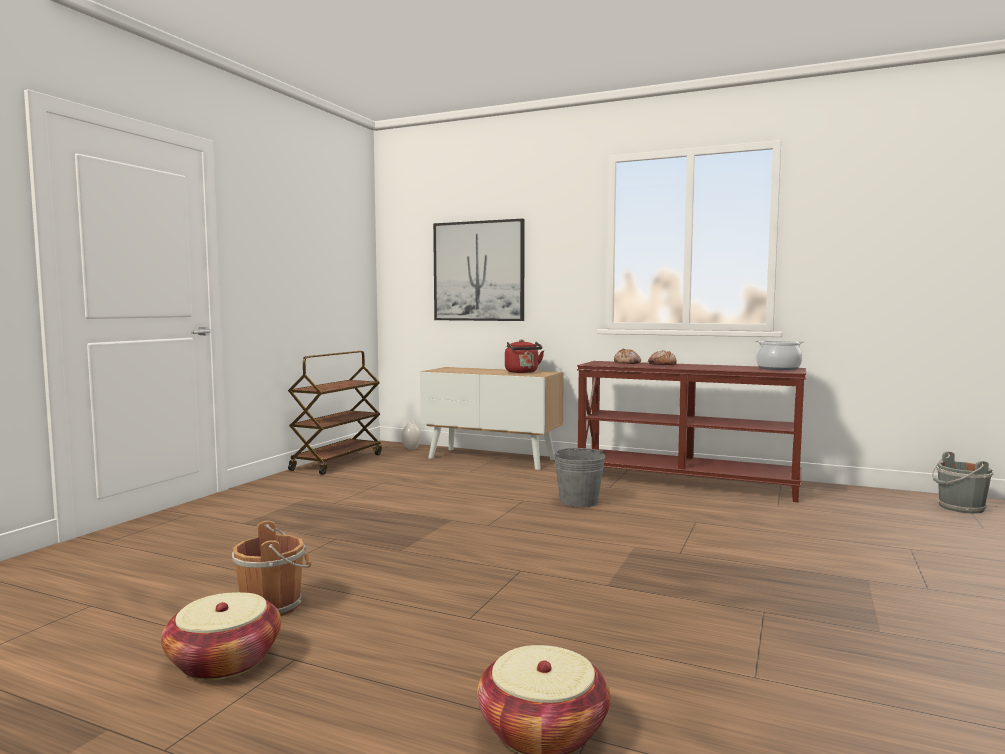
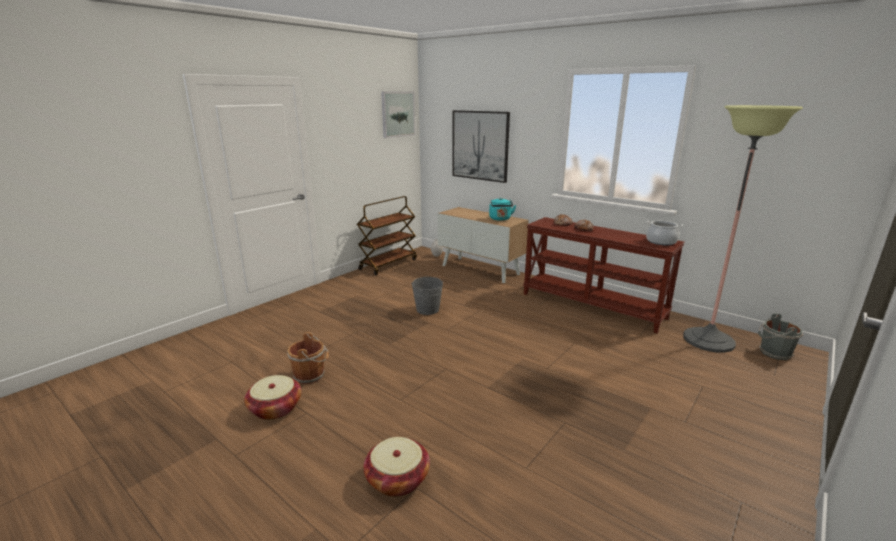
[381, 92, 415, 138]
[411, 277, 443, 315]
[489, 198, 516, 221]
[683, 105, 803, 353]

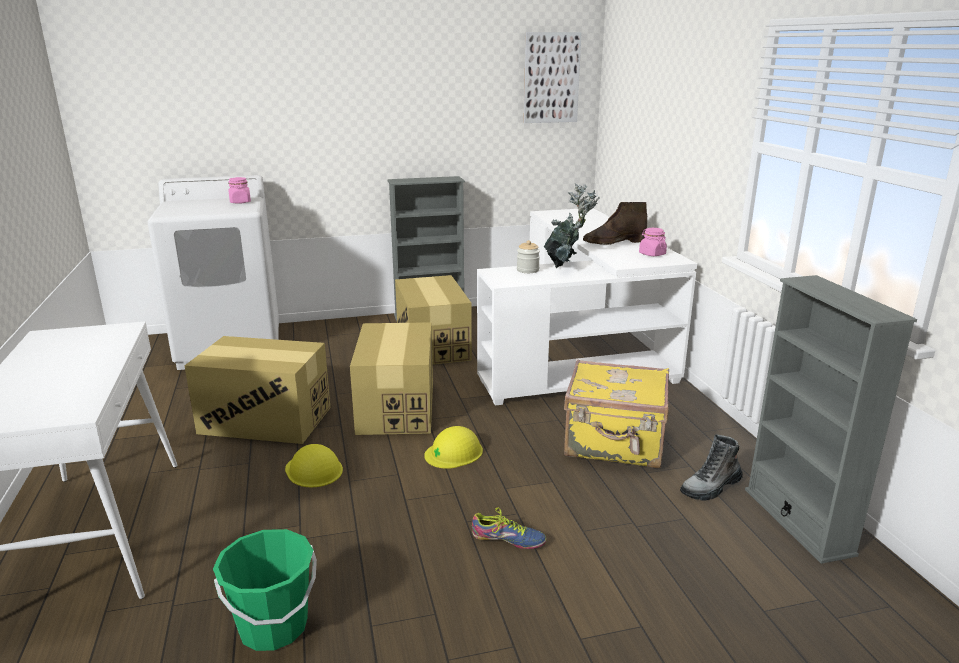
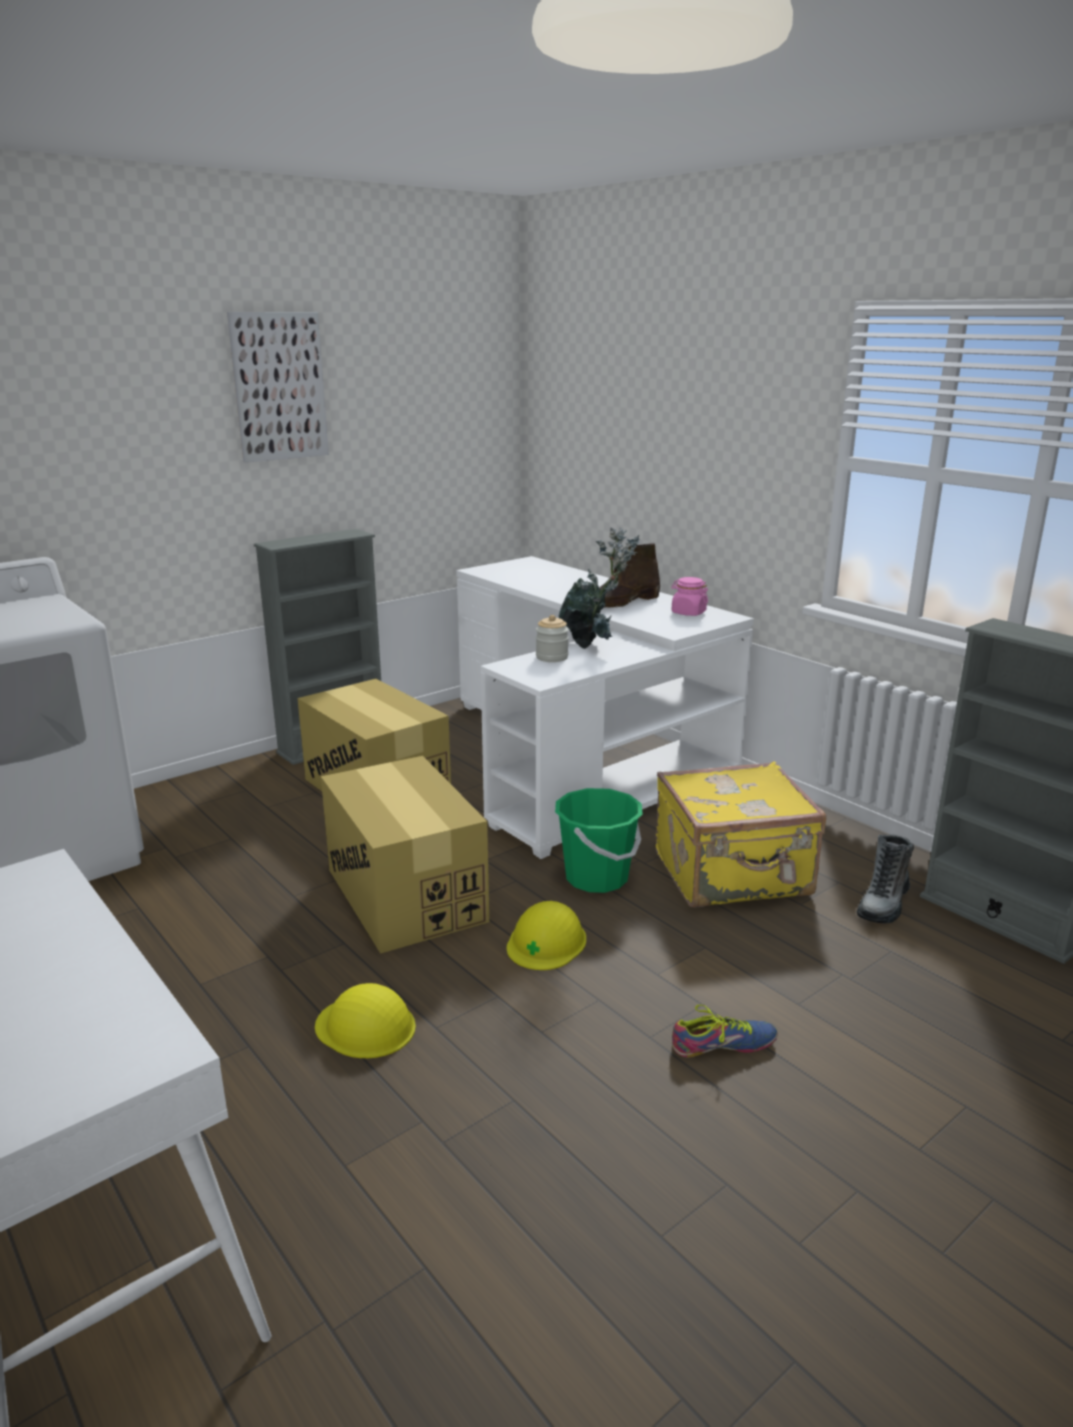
[227, 312, 329, 463]
[555, 788, 643, 893]
[184, 336, 330, 444] (first image)
[228, 177, 251, 204] (first image)

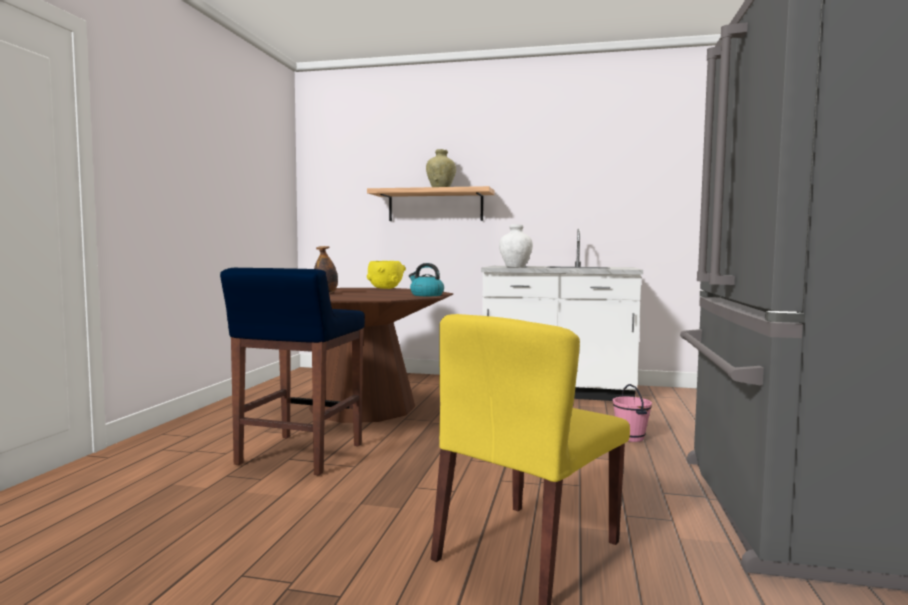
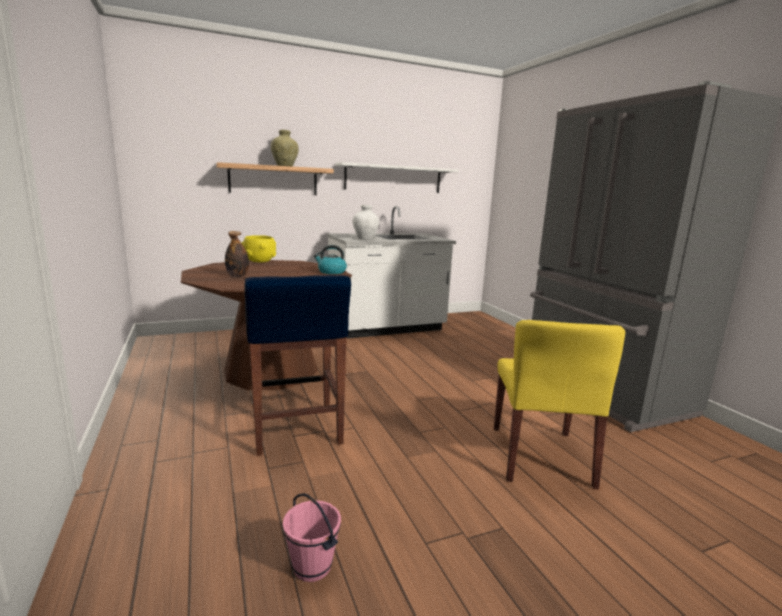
[283, 493, 341, 582]
[335, 162, 459, 193]

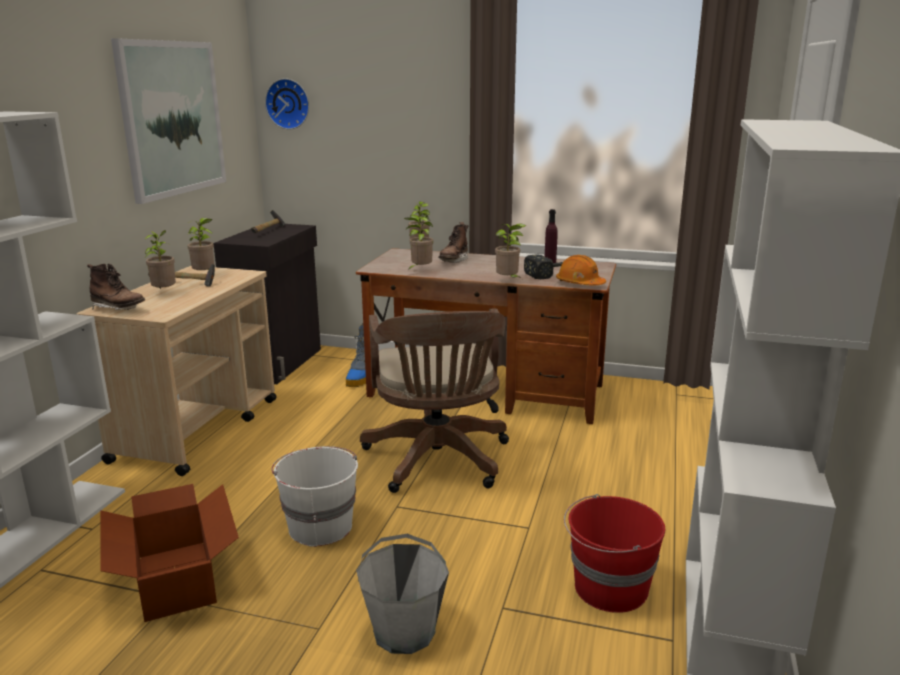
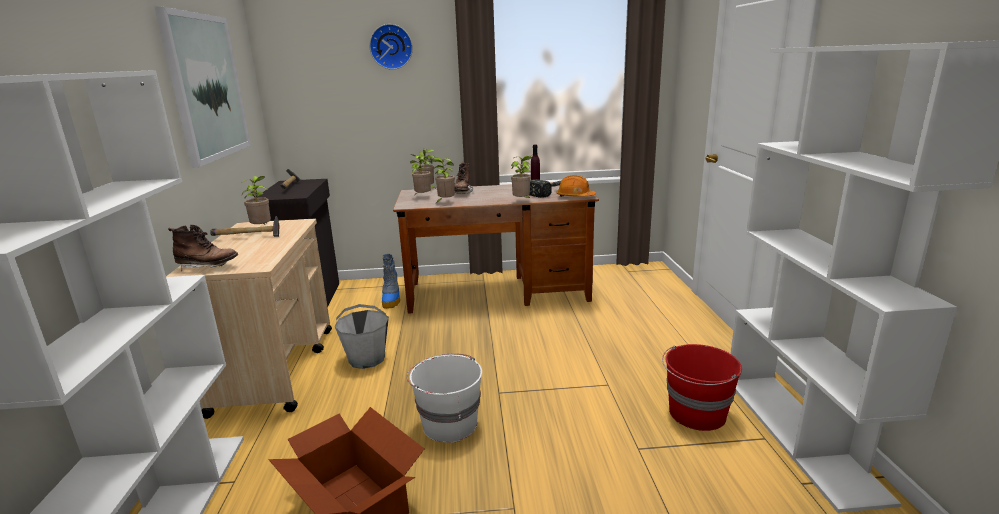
[335, 304, 389, 369]
[369, 24, 413, 70]
[410, 153, 431, 193]
[360, 308, 509, 493] (first image)

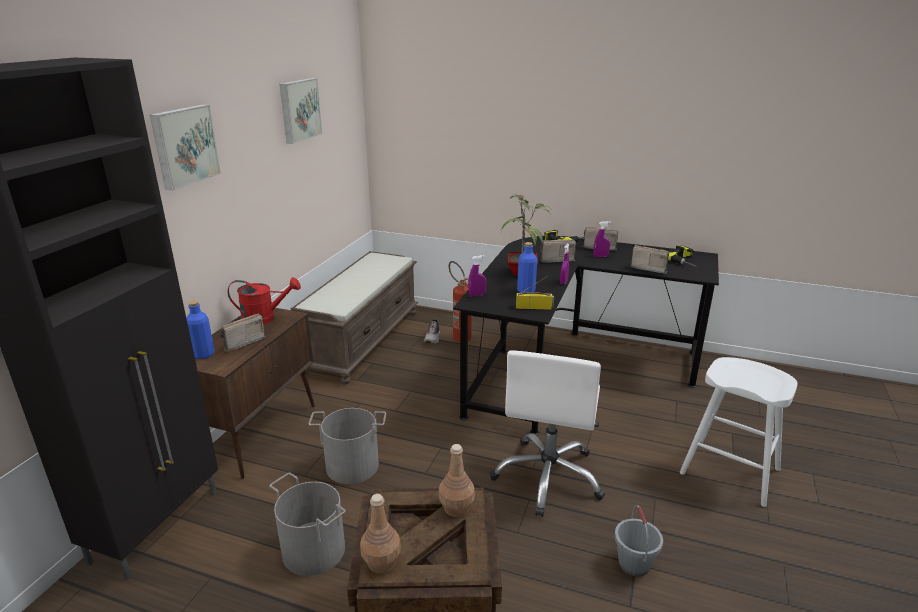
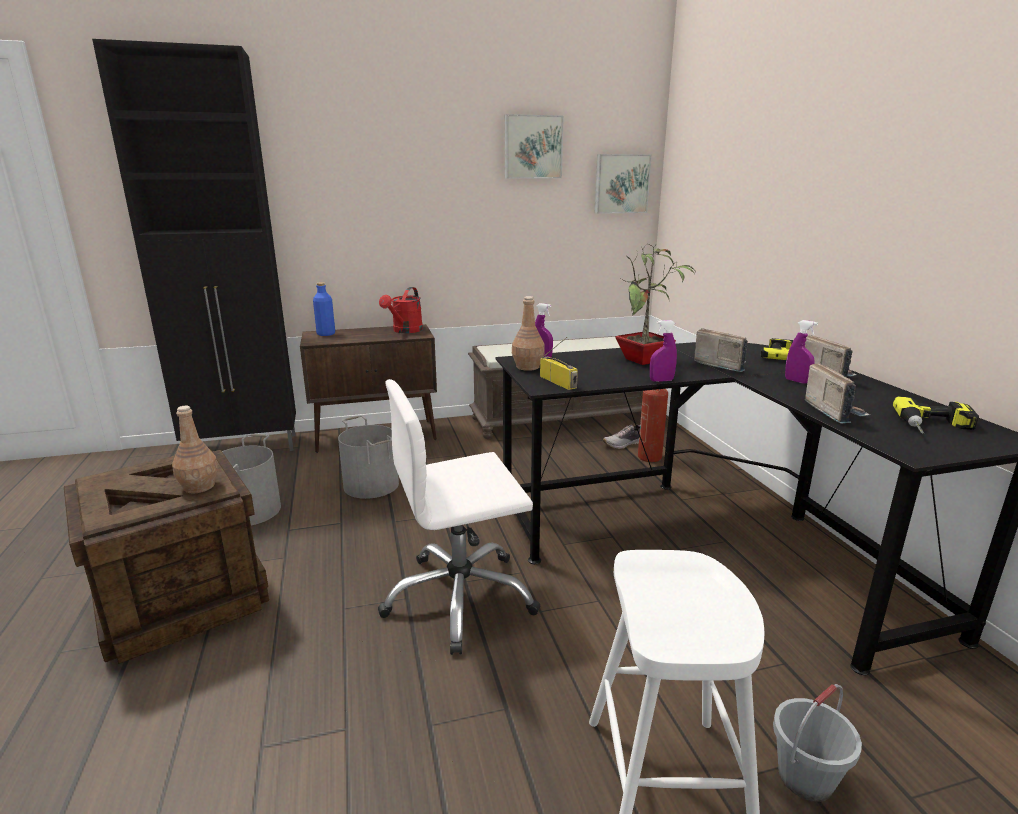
[379, 287, 423, 333]
[512, 296, 545, 371]
[594, 154, 652, 214]
[773, 684, 862, 802]
[220, 314, 265, 352] (first image)
[517, 242, 537, 293] (first image)

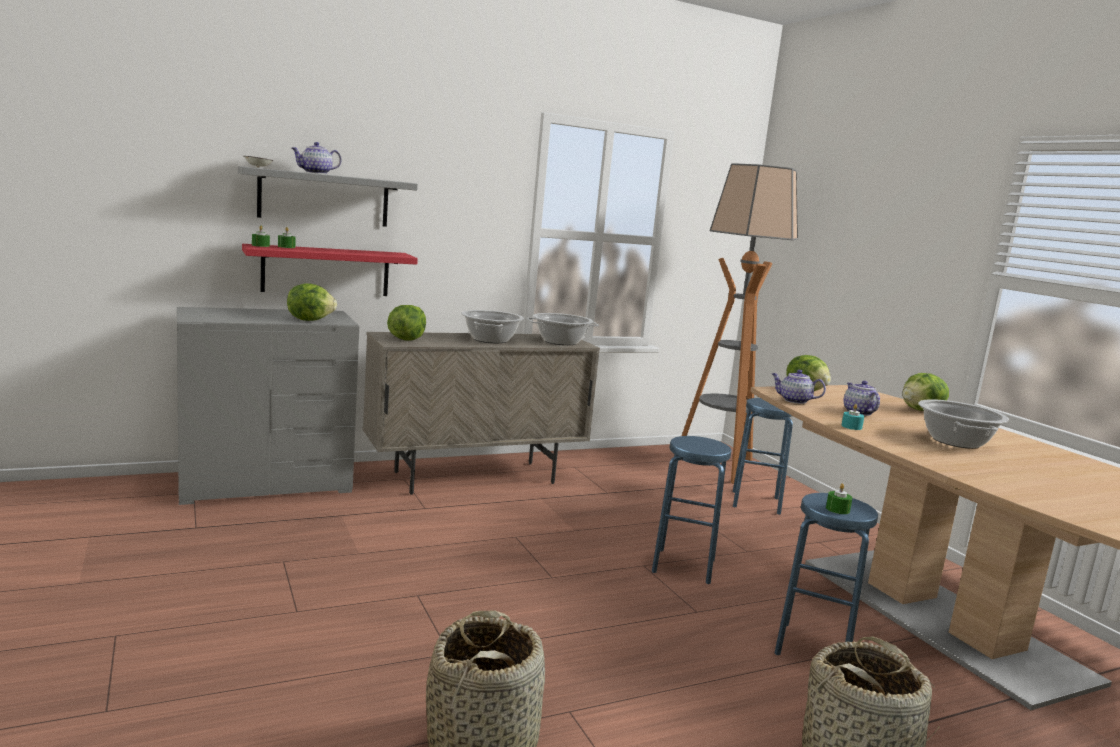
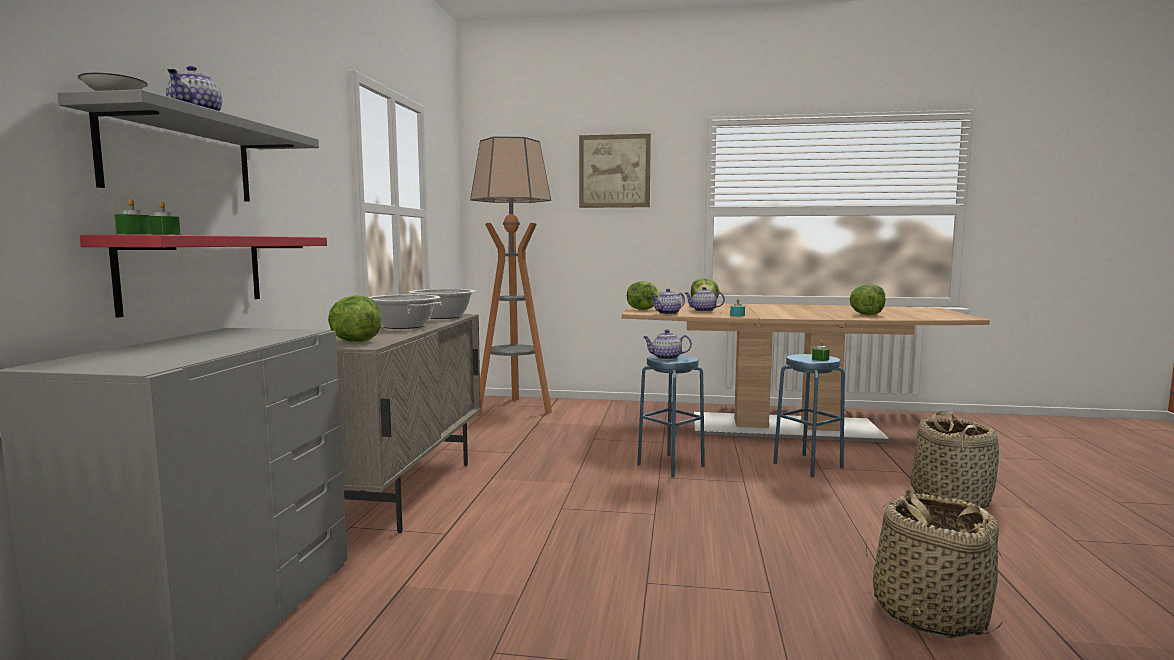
[579, 134, 651, 208]
[643, 329, 692, 360]
[850, 284, 885, 315]
[733, 398, 793, 515] (first image)
[918, 399, 1009, 449] (first image)

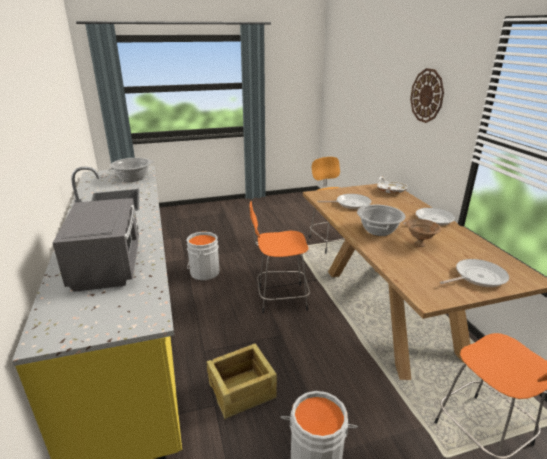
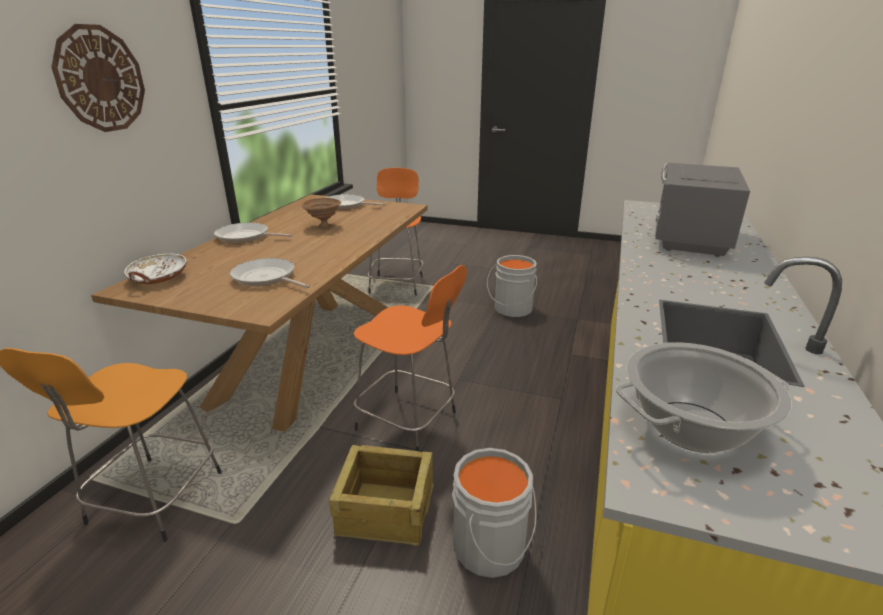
[329, 445, 434, 546]
[357, 205, 405, 236] (first image)

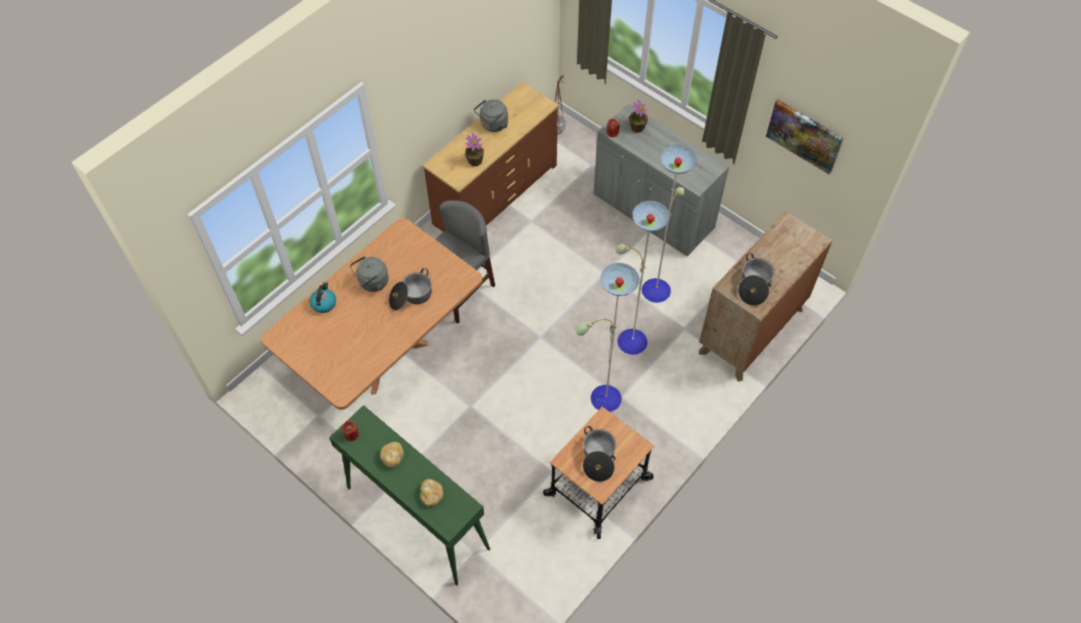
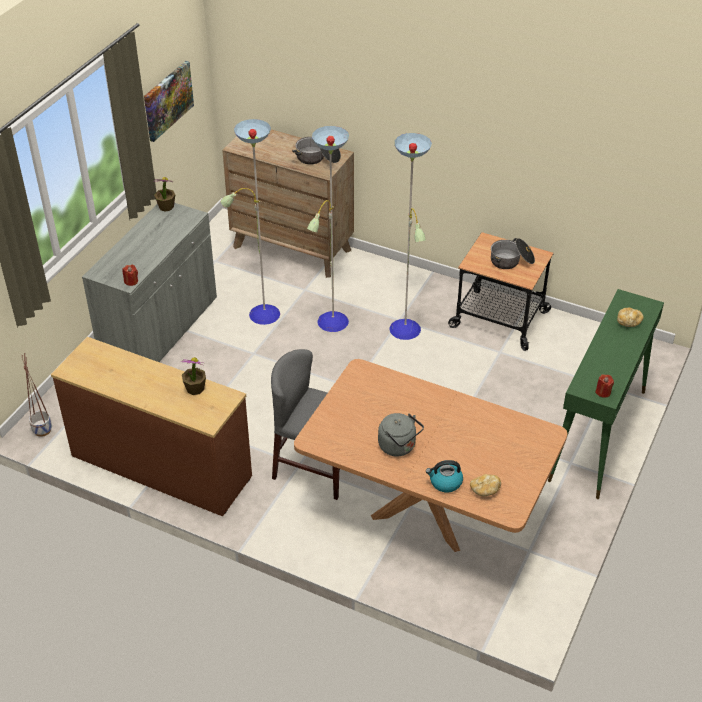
[154, 177, 175, 212]
[470, 474, 501, 496]
[389, 268, 432, 310] (first image)
[474, 99, 508, 132] (first image)

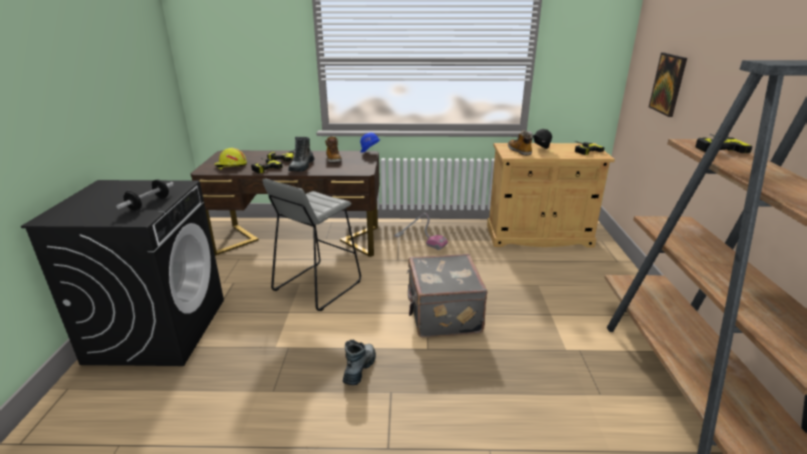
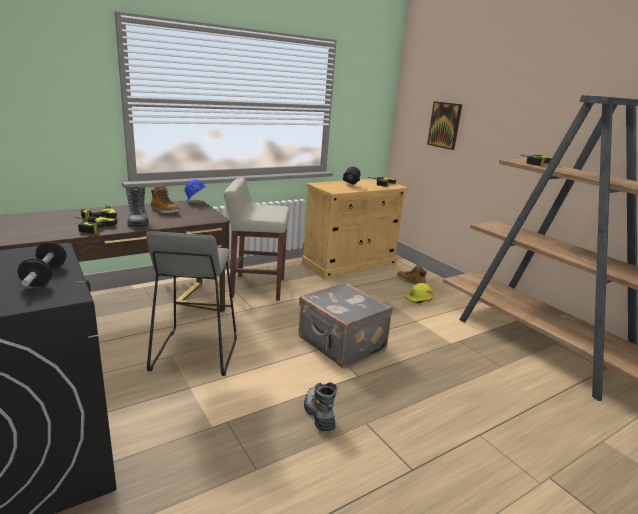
[224, 178, 289, 301]
[397, 265, 427, 285]
[405, 283, 433, 305]

